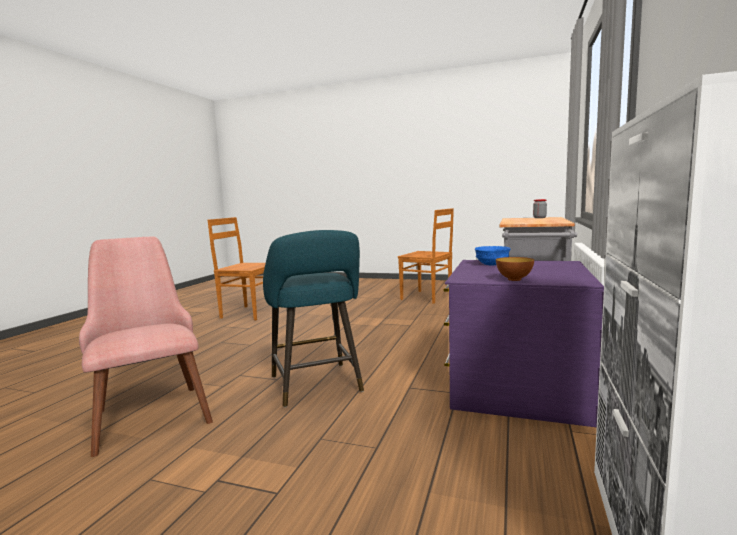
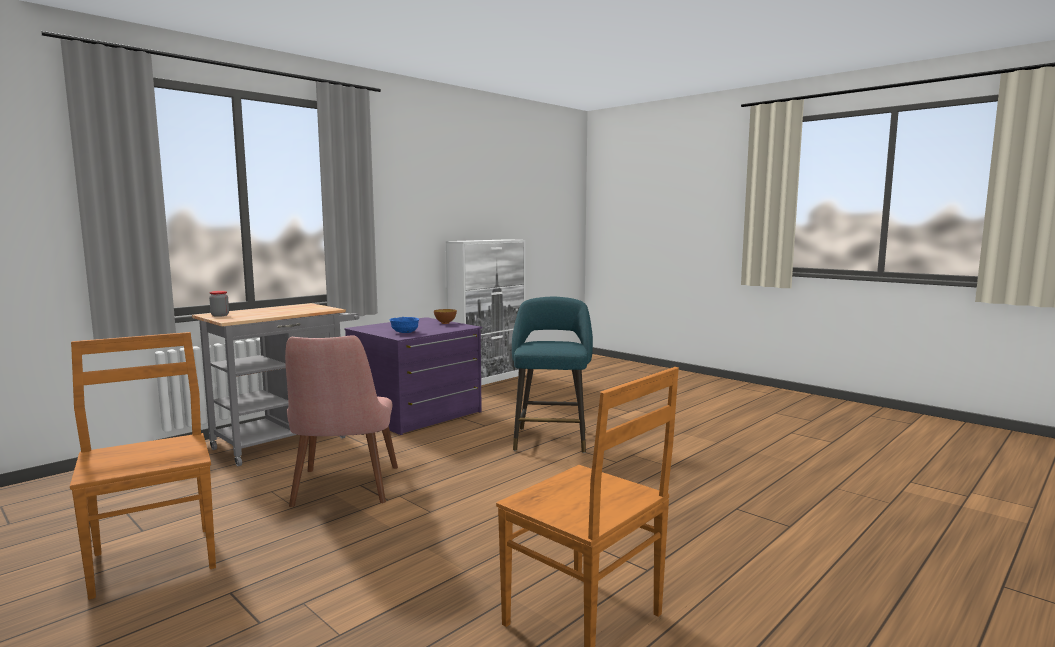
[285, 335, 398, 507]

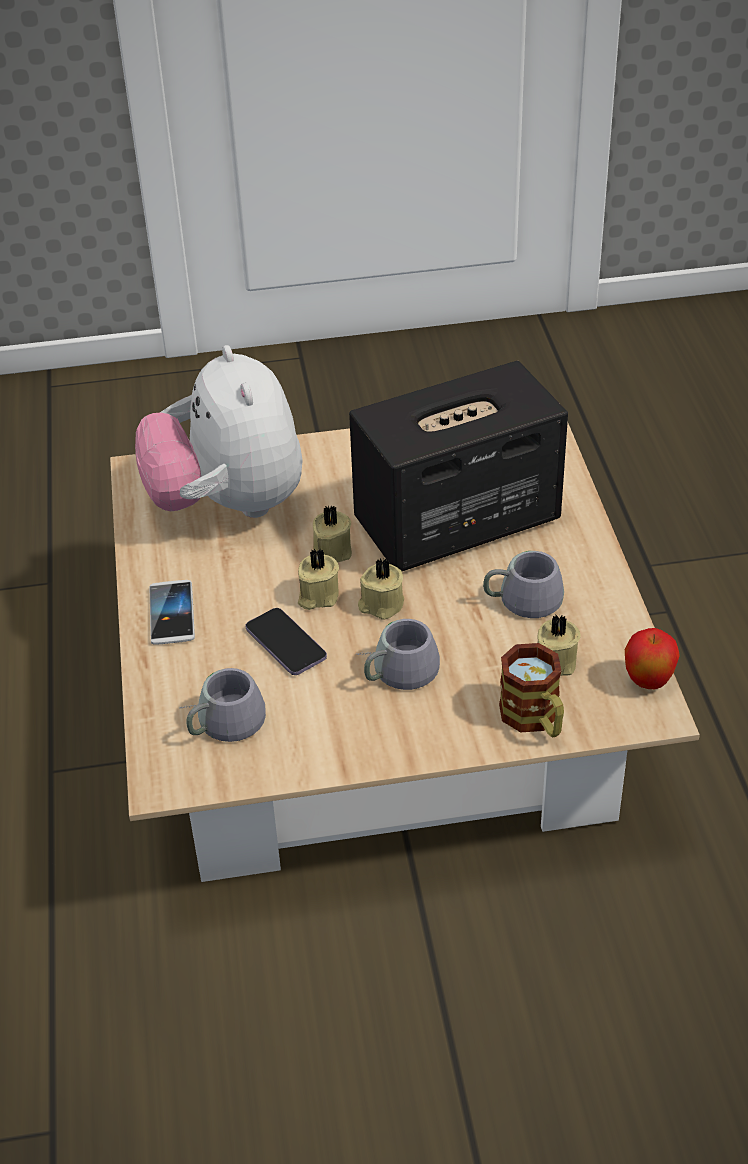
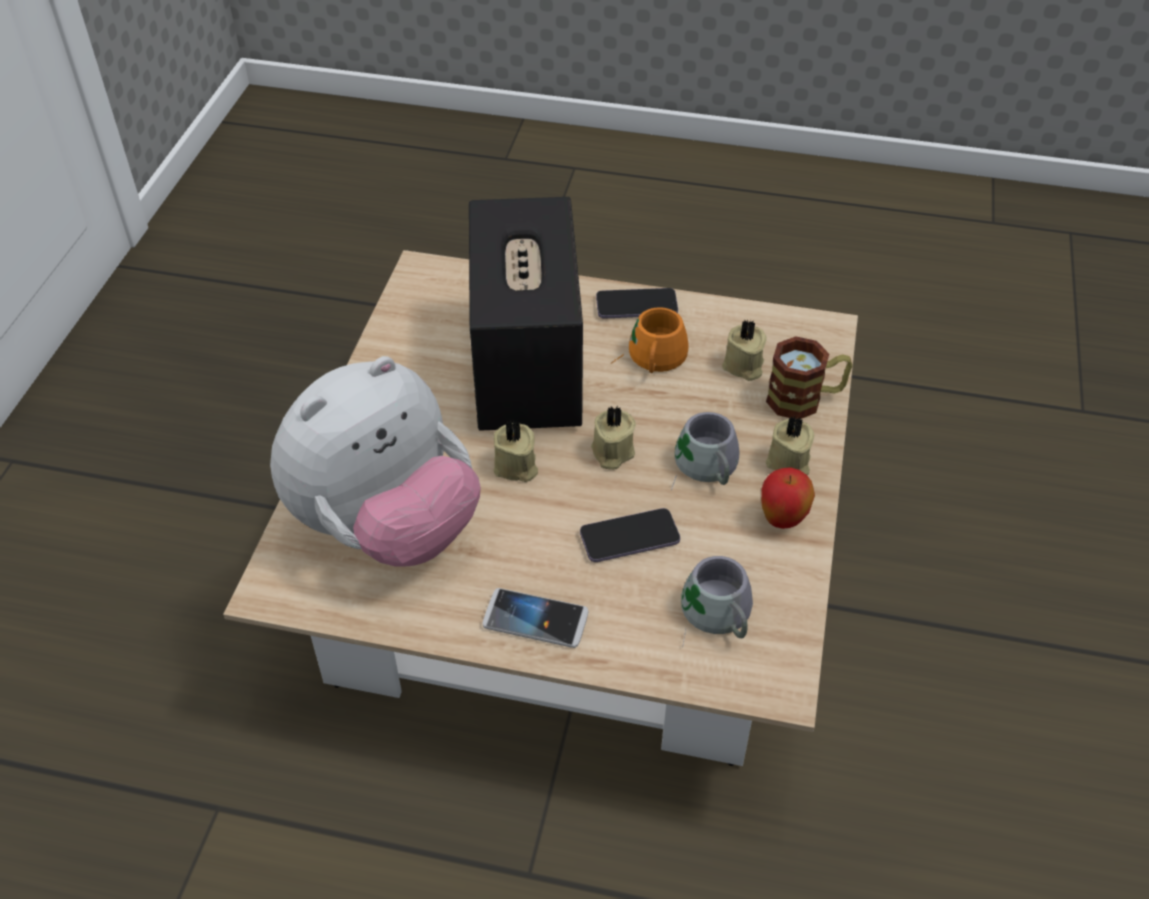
[270, 356, 481, 567]
[596, 288, 678, 319]
[611, 307, 689, 373]
[761, 467, 815, 529]
[766, 416, 814, 475]

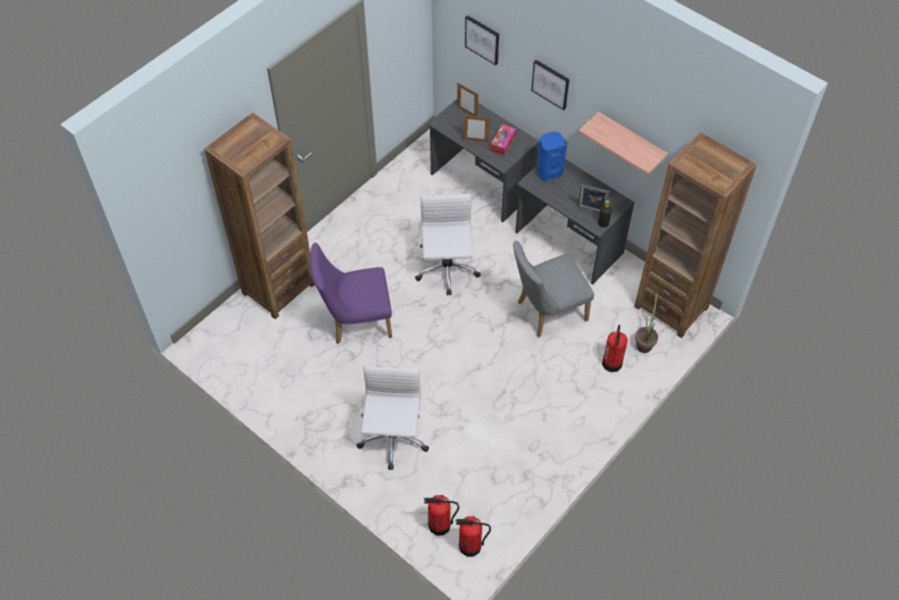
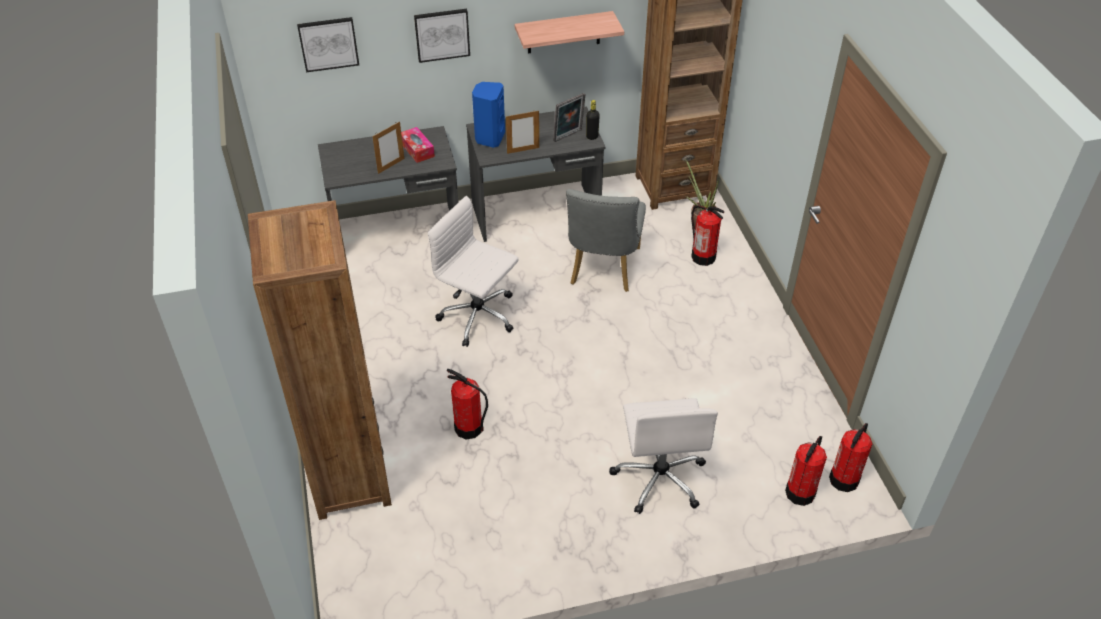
[447, 369, 488, 439]
[506, 111, 539, 154]
[609, 398, 718, 514]

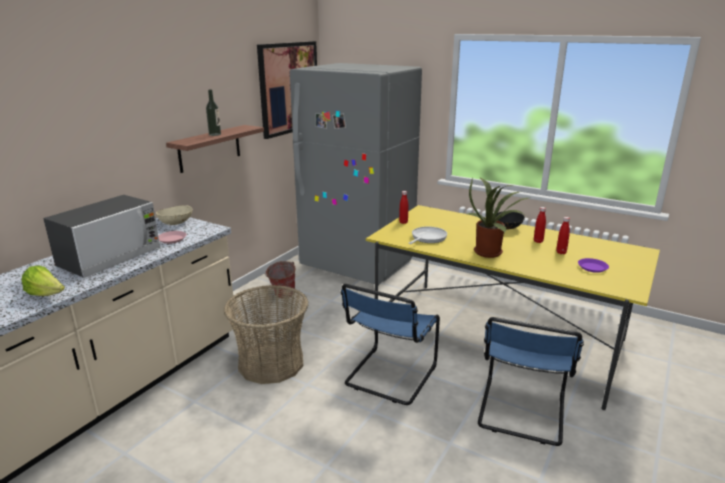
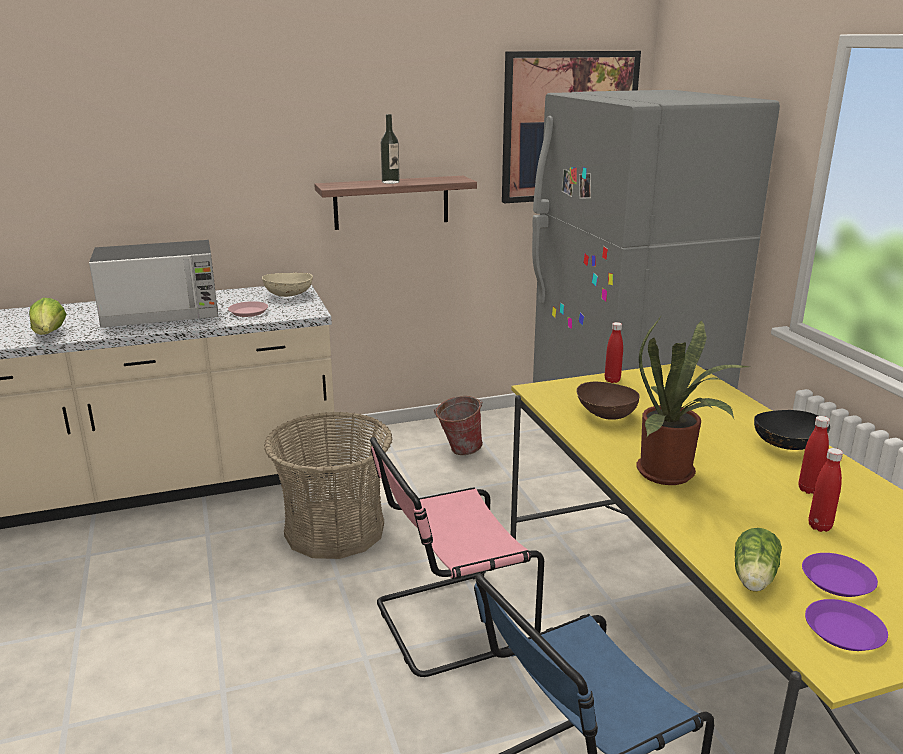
[370, 437, 544, 677]
[576, 381, 639, 420]
[735, 528, 782, 591]
[805, 599, 888, 651]

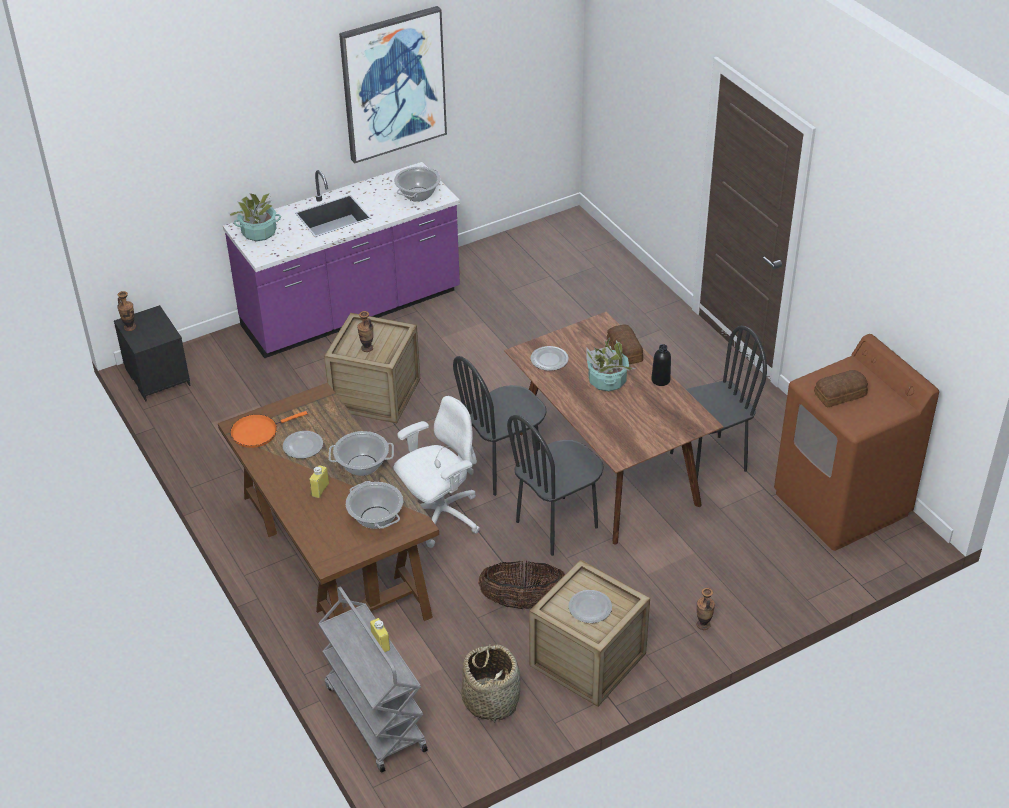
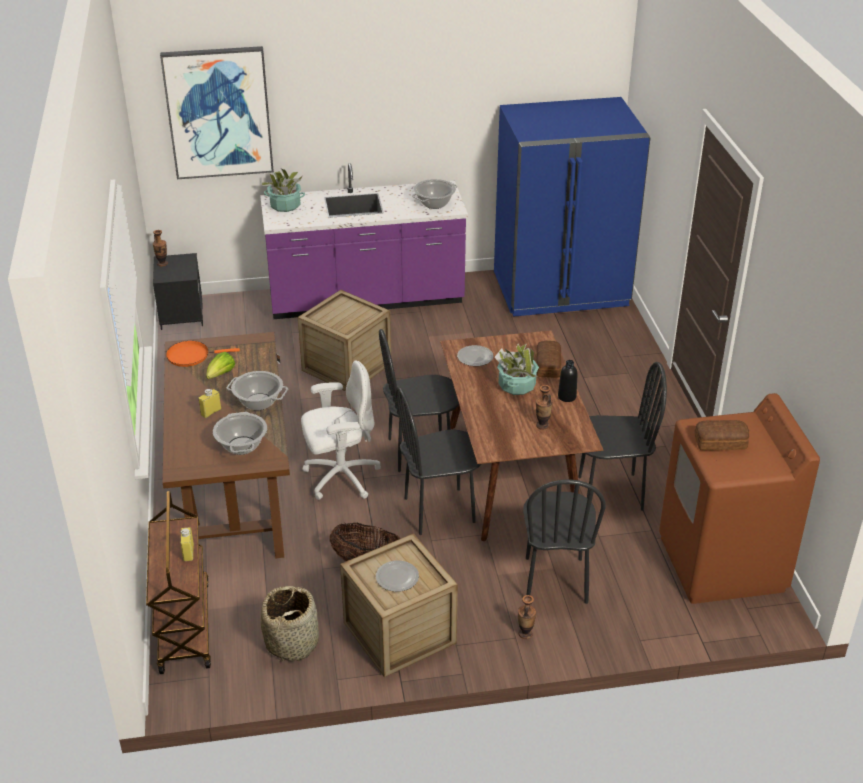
[146, 491, 211, 674]
[160, 46, 274, 179]
[206, 352, 235, 379]
[494, 97, 650, 317]
[523, 479, 606, 604]
[536, 385, 553, 430]

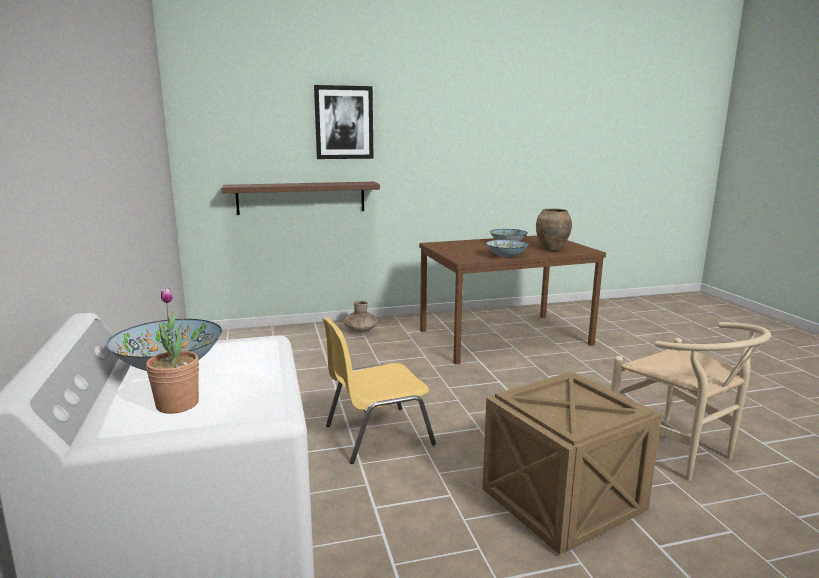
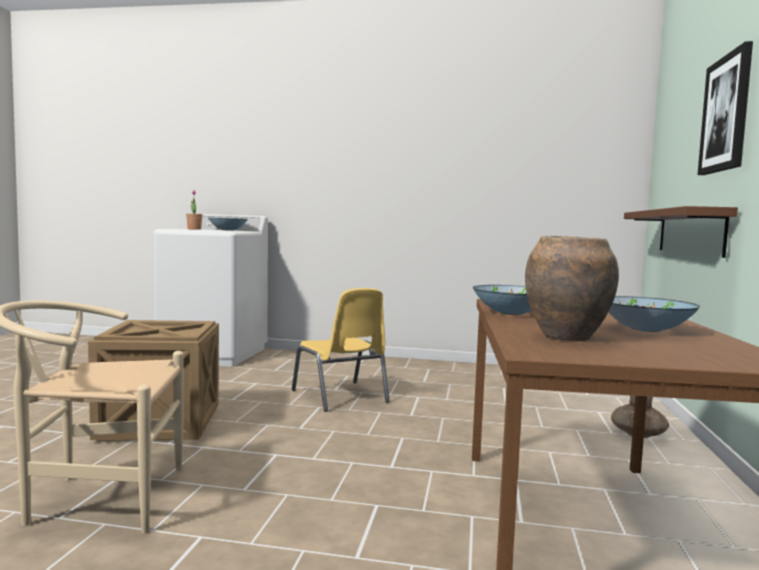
[292, 288, 390, 412]

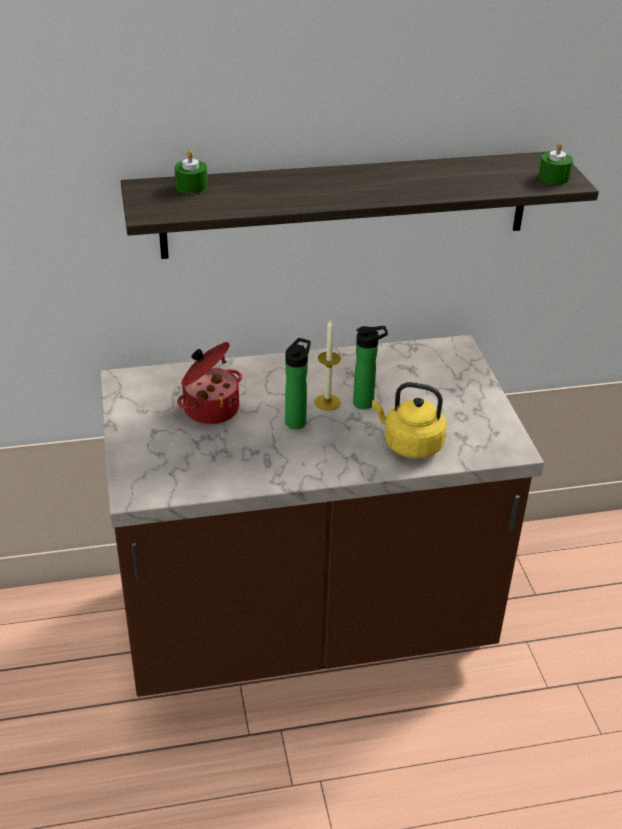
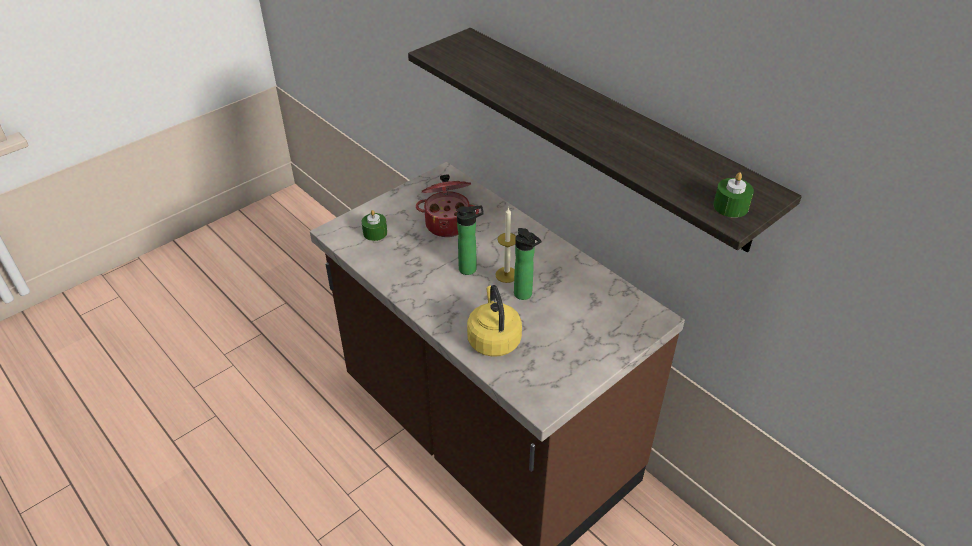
[362, 210, 387, 241]

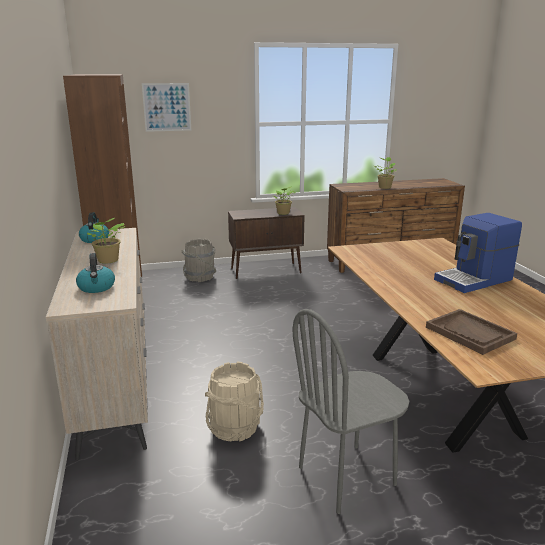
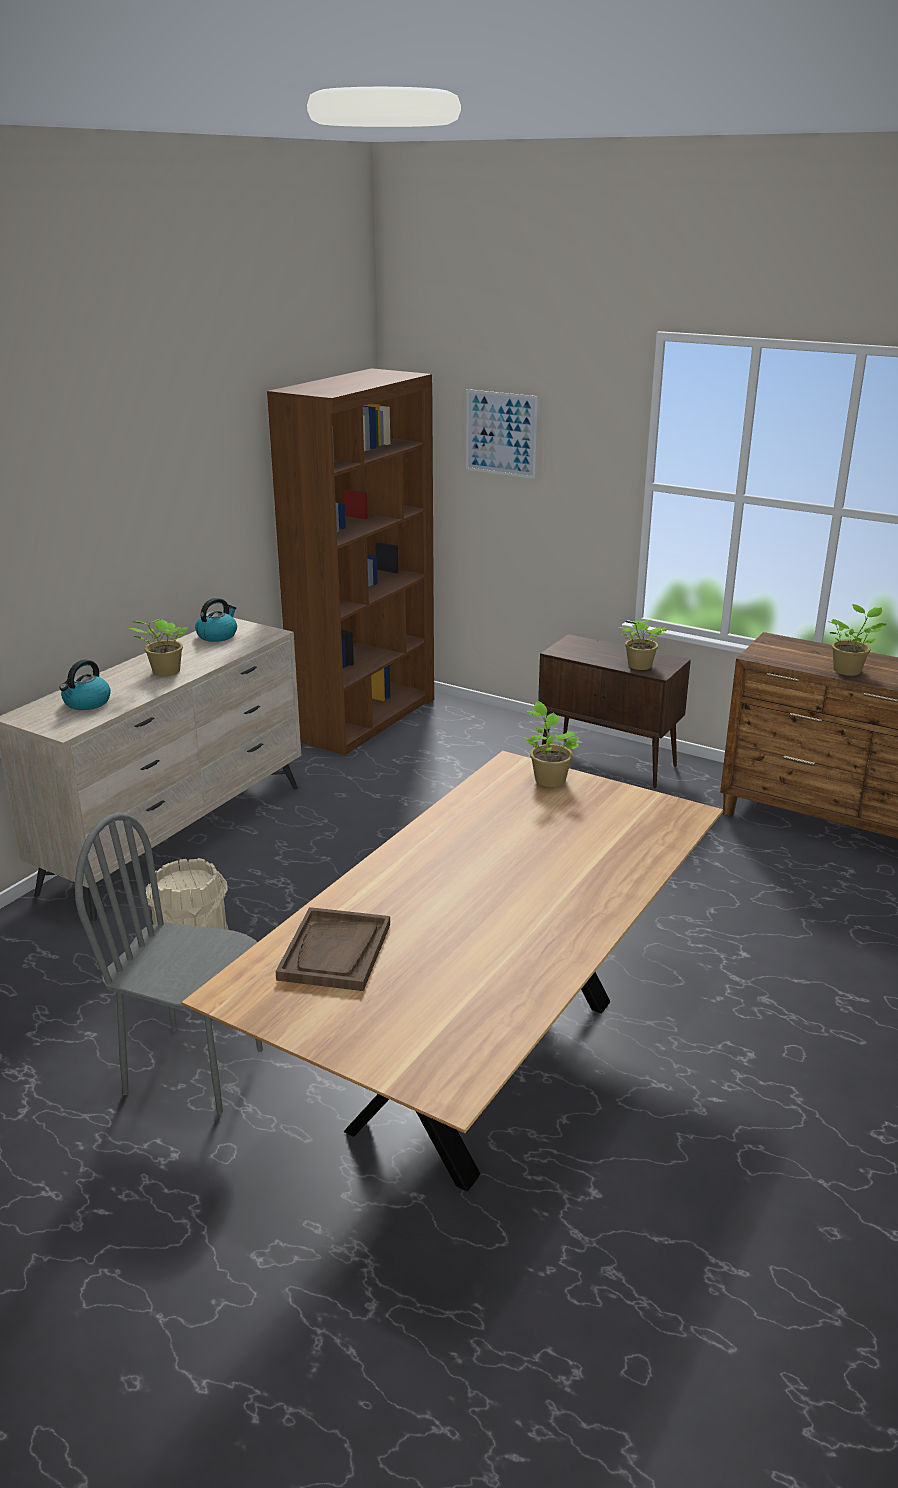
[523, 701, 579, 787]
[181, 239, 216, 282] (first image)
[434, 213, 522, 293] (first image)

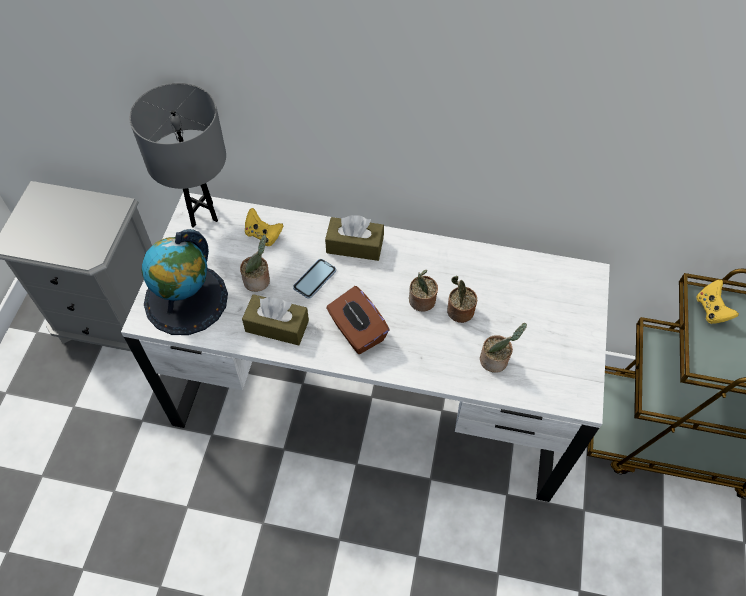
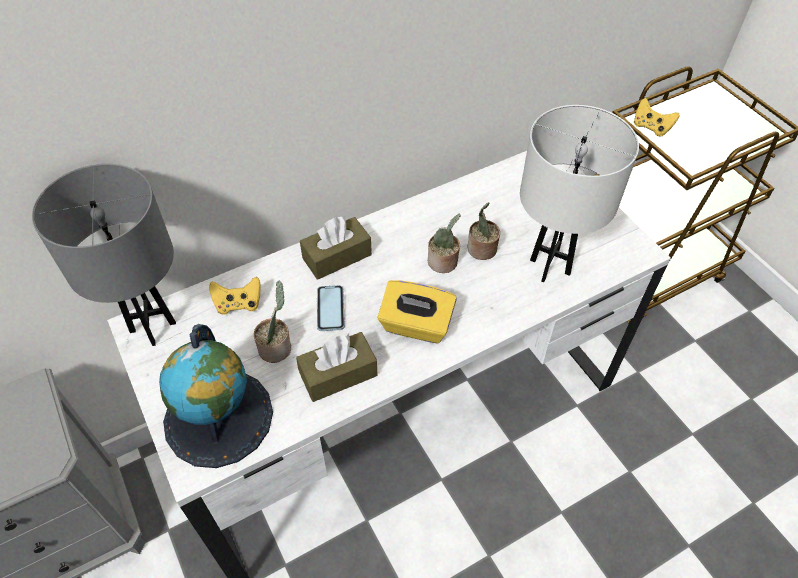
[377, 280, 457, 343]
[520, 105, 639, 282]

